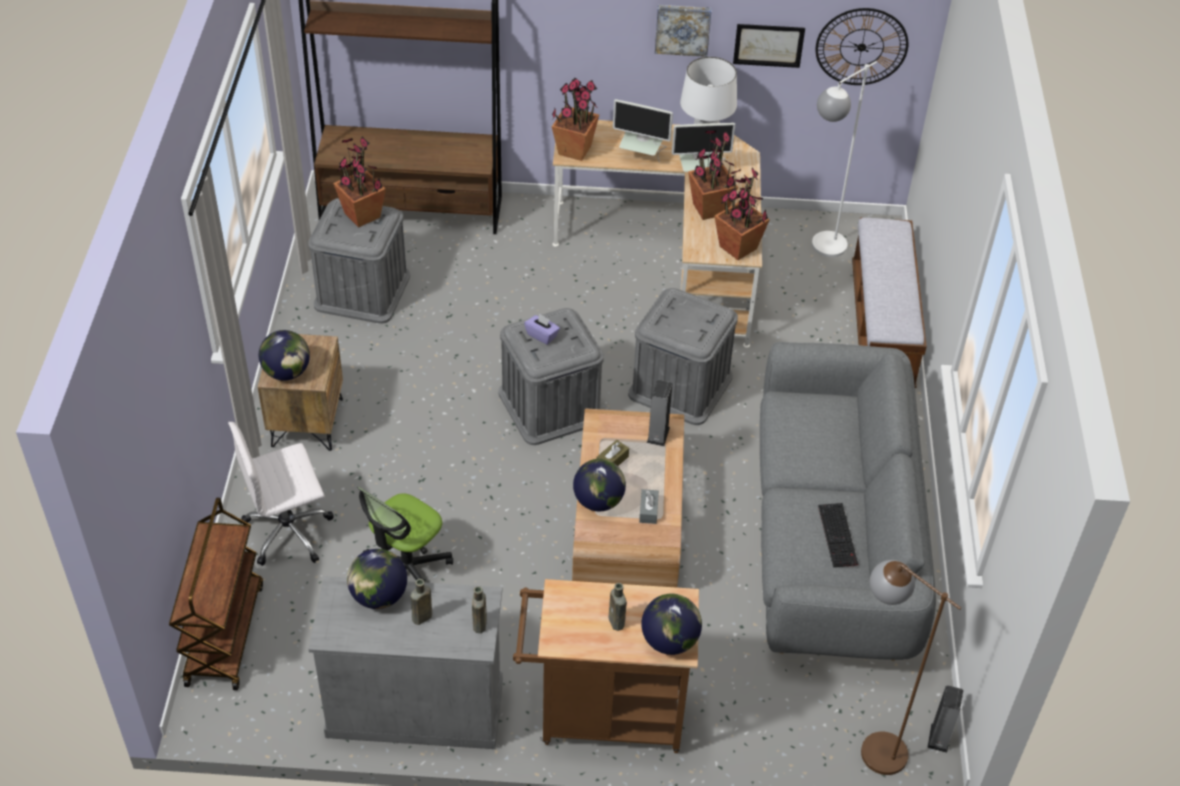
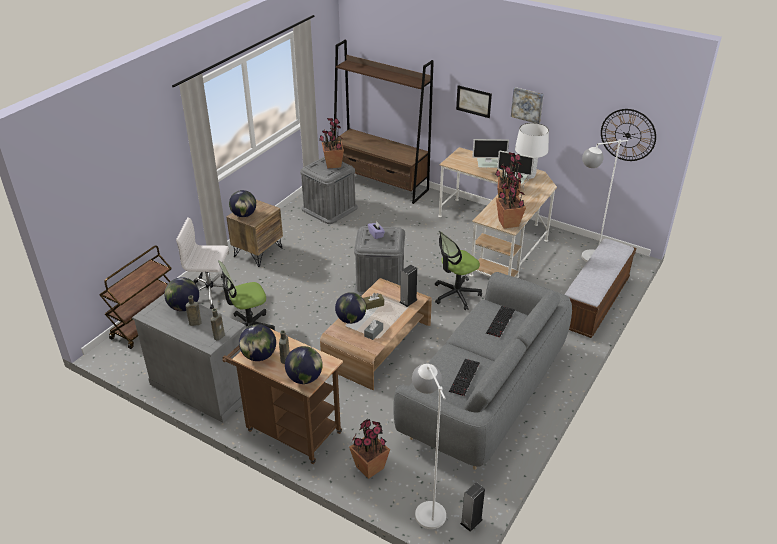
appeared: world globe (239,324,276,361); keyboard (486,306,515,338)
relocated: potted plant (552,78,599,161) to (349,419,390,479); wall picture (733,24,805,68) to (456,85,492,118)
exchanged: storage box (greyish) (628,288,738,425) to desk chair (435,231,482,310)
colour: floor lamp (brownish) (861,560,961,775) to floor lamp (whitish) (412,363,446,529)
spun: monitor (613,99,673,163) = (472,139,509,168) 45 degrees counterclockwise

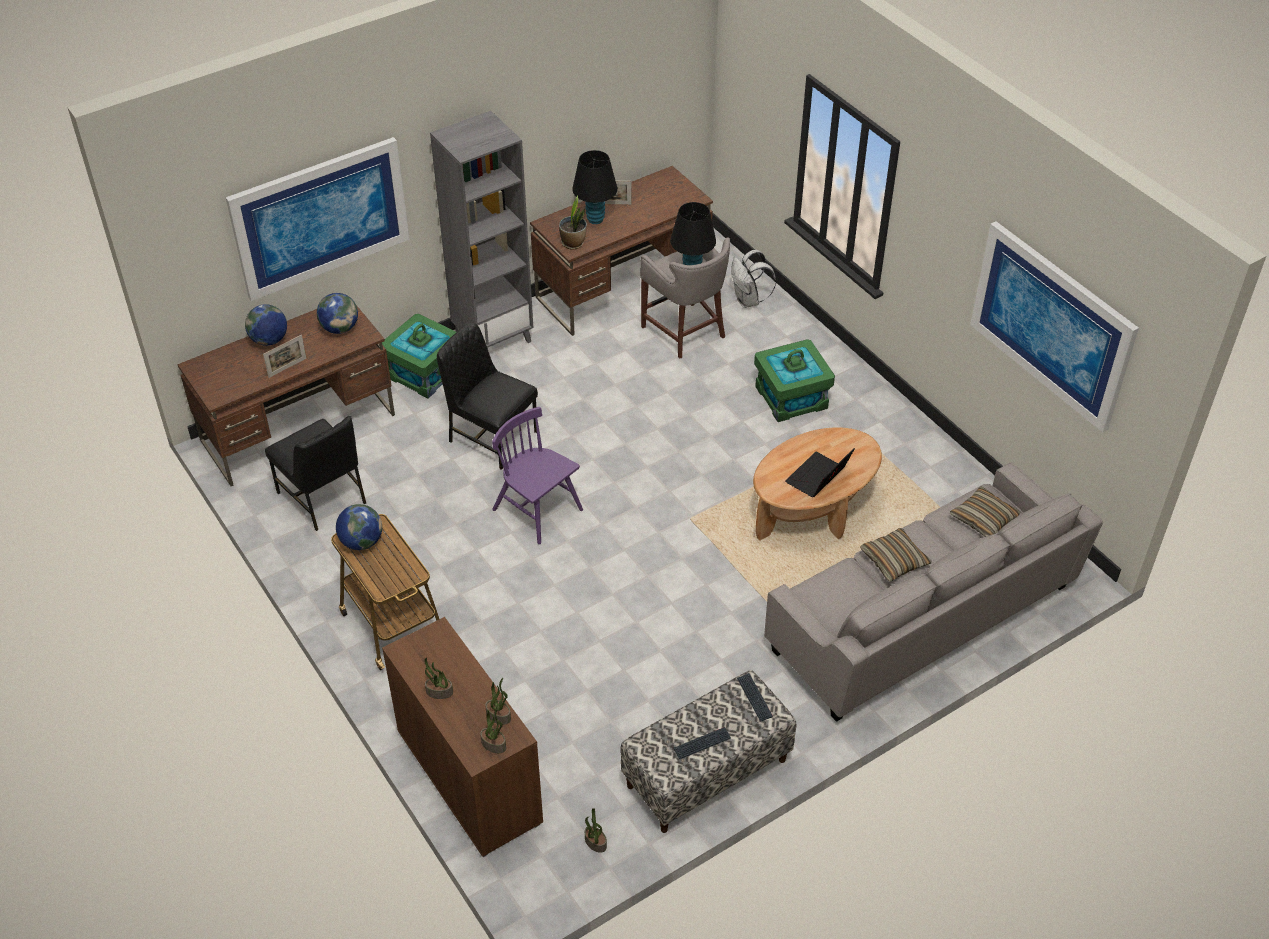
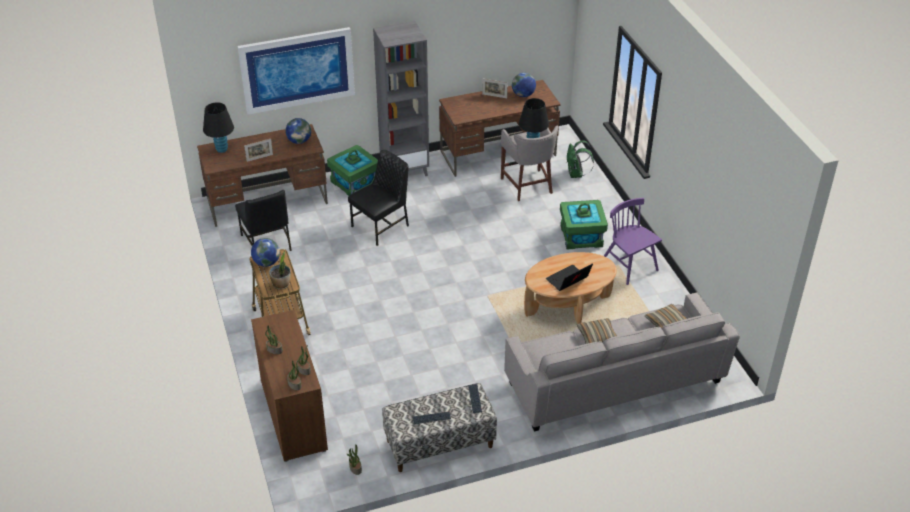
missing: wall picture (970,221,1139,433)
relocated: world globe (245,304,287,346) to (512,73,536,97); upright chair (purple) (492,407,583,544) to (604,198,662,285); potted plant (559,196,587,249) to (269,251,291,290); lamp for a table (black) (572,150,617,224) to (203,102,234,153)
colour: knapsack (whitish) (731,249,776,308) to knapsack (green-coloured) (567,140,594,178)
spun: upright chair (black) (437,323,538,470) = (348,150,409,246) 90 degrees clockwise

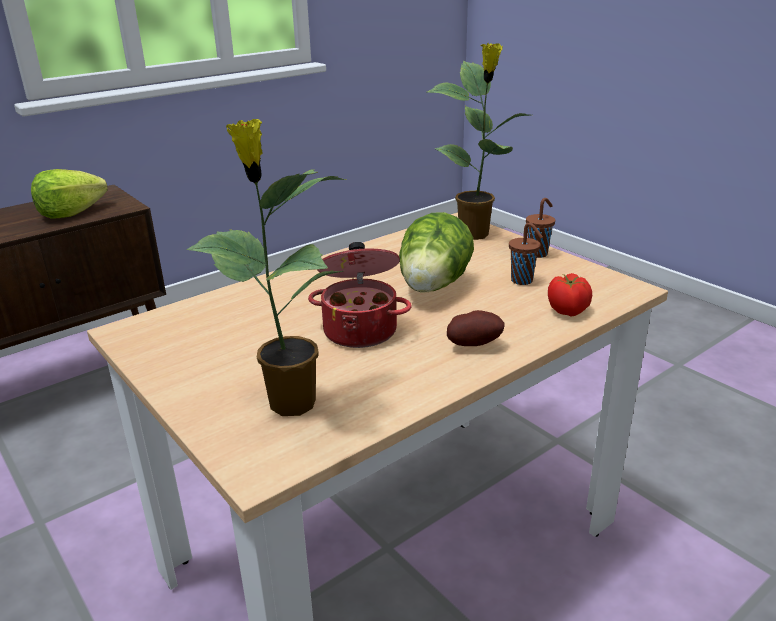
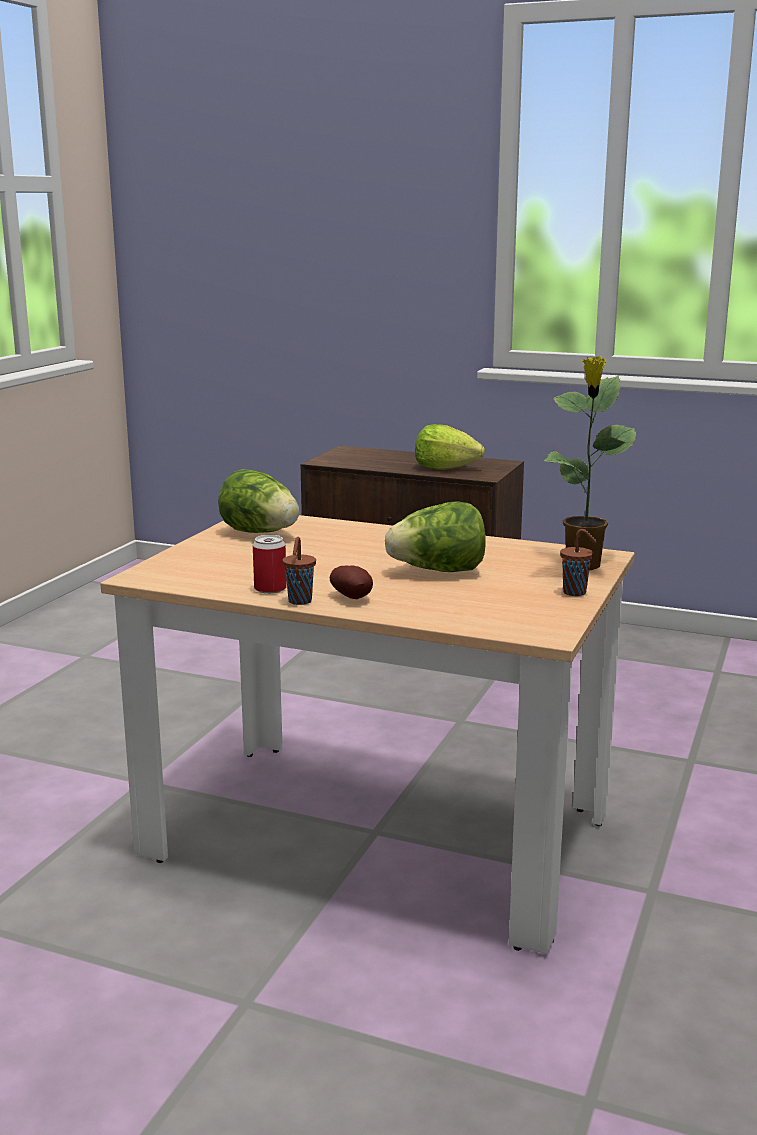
missing: potted plant (187,119,346,416); stockpot (308,242,411,348); fresh tomato (548,273,592,316)
appeared: head of lettuce (218,469,299,533); metal can (253,535,287,594)
relocated: drinking cup (brownish) (509,223,543,285) to (282,537,316,605)

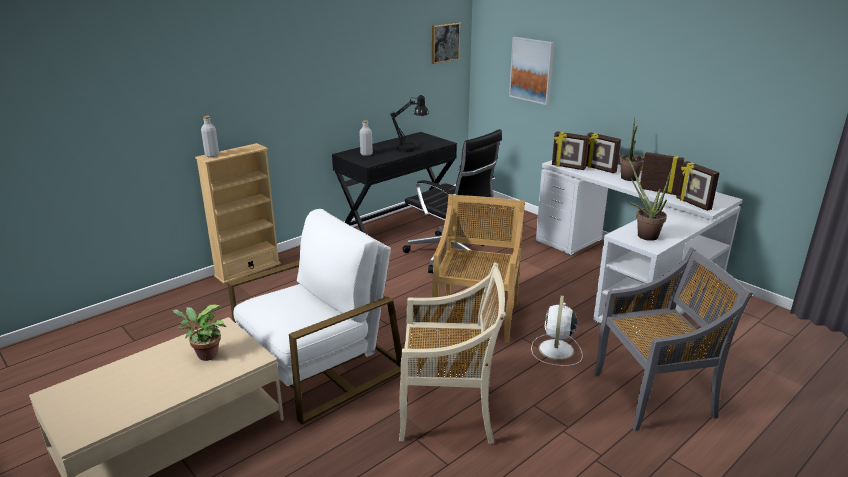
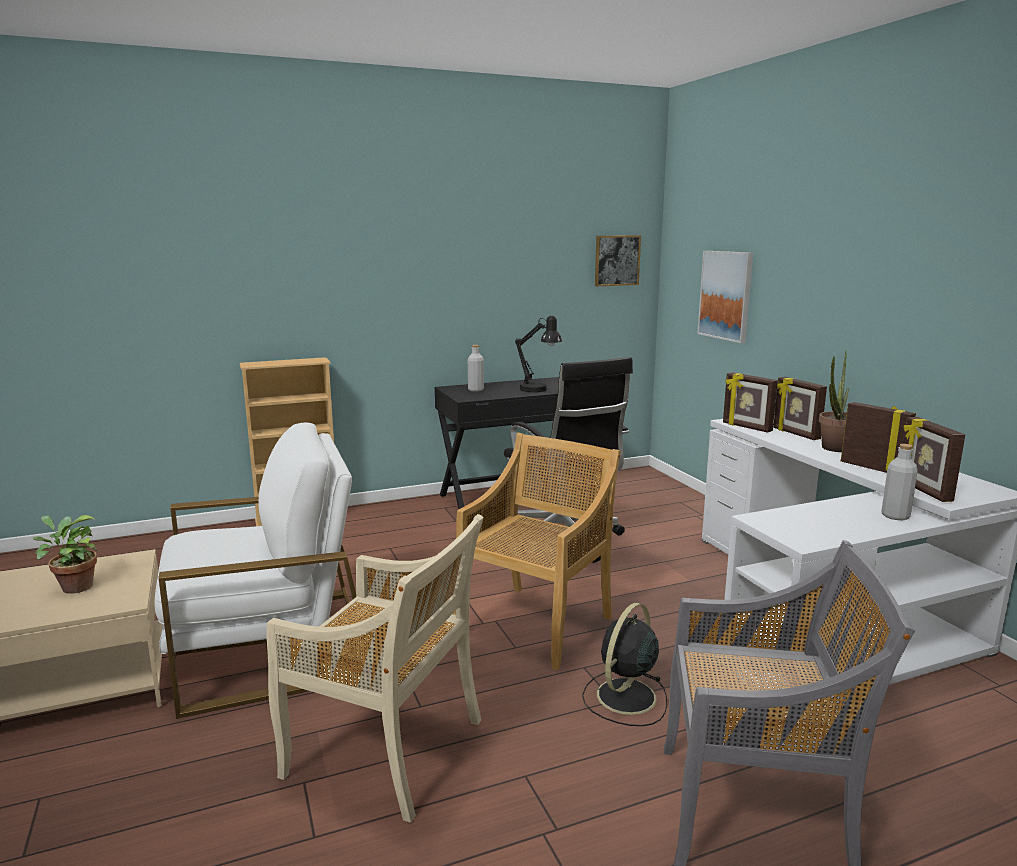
missing: potted plant (628,158,671,241)
relocated: bottle (greyish) (201,116,219,158) to (881,444,918,520)
colour: cooling fan (whitish) (531,295,583,366) to cooling fan (black) (582,603,667,726)

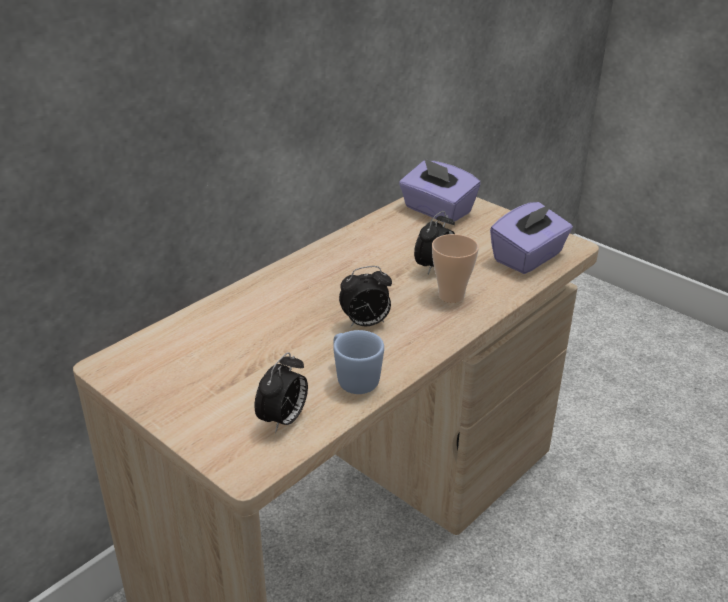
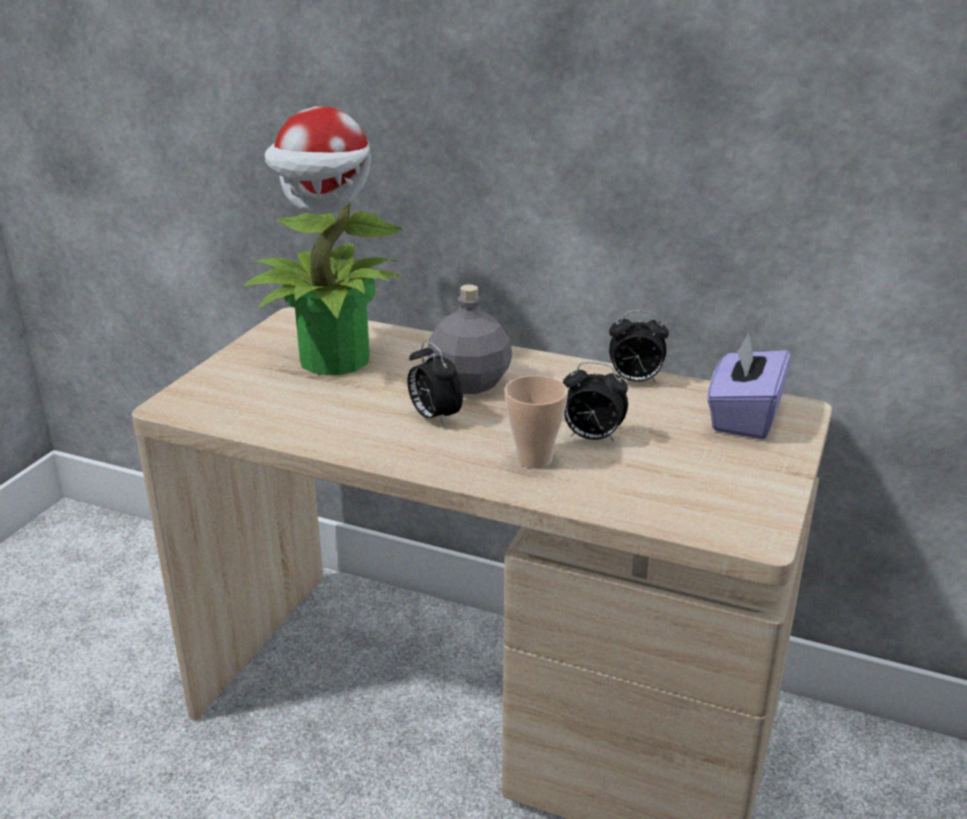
missing: coffee mug (blue-coloured) (333,330,384,394); tissue holder (purple) (490,202,573,274)
appeared: potted plant (242,106,404,375); bottle (greyish) (427,285,512,394)
relocated: alarm clock (254,352,308,433) to (609,310,669,383)

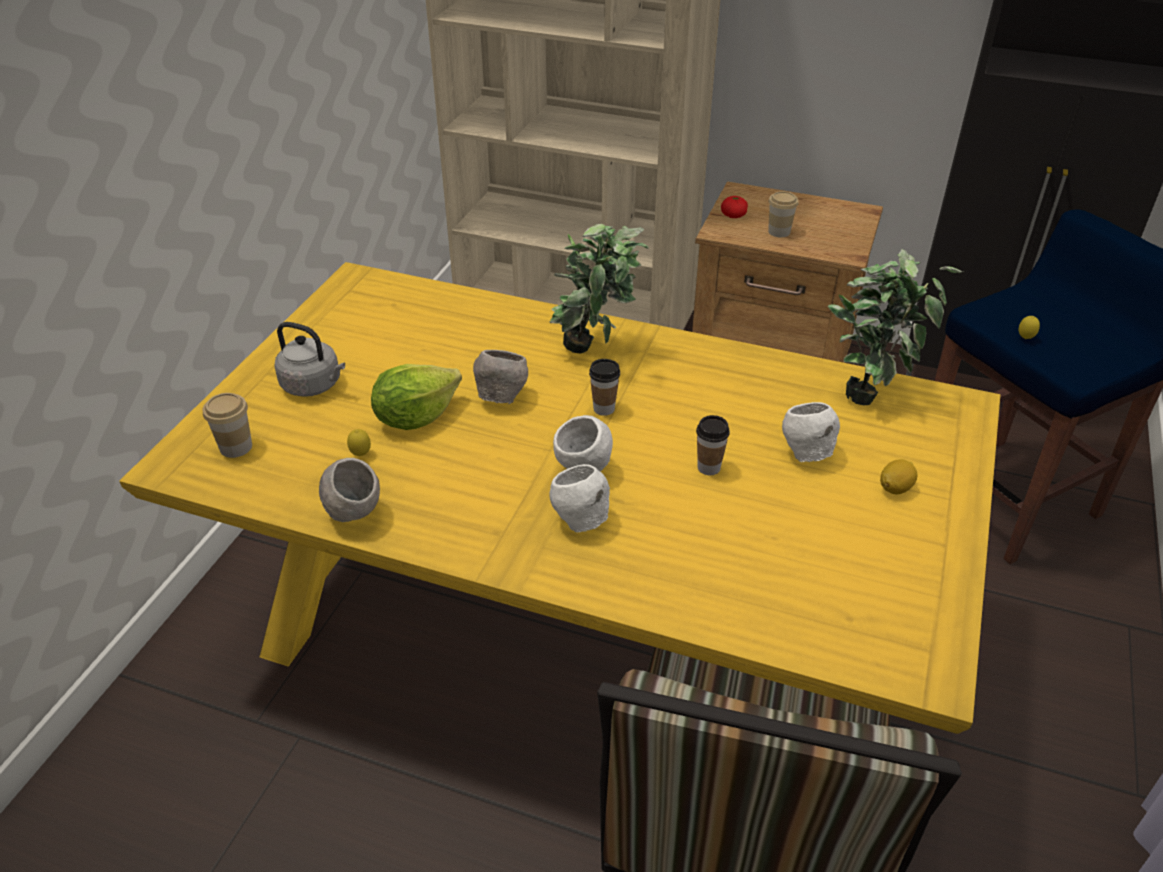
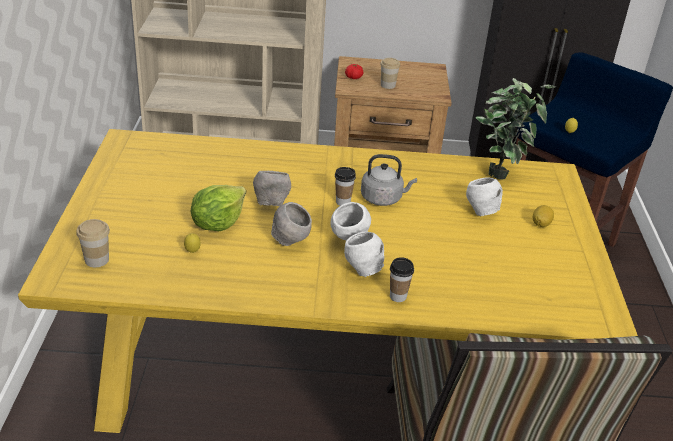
missing: potted plant (550,224,649,354)
relocated: tea kettle (greyish) (274,322,345,397) to (361,154,417,206); deep dish (greyish) (319,458,380,522) to (271,202,312,246); drinking cup (696,415,730,475) to (390,257,414,302)

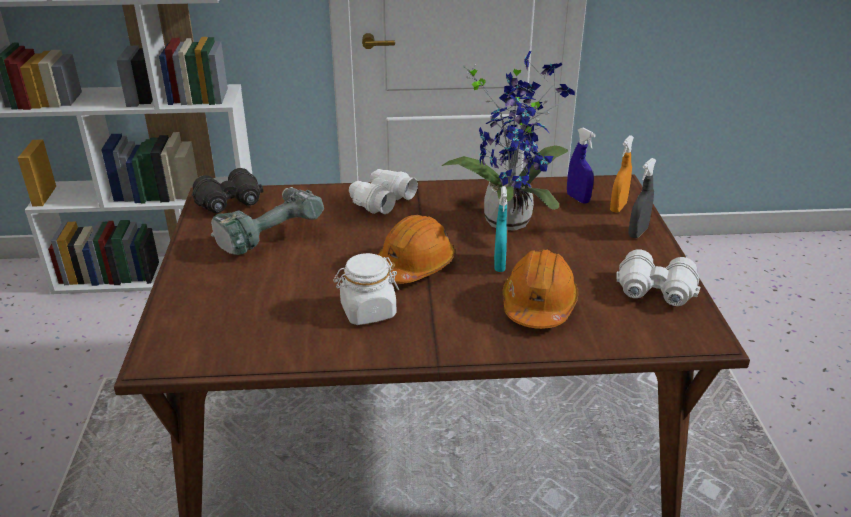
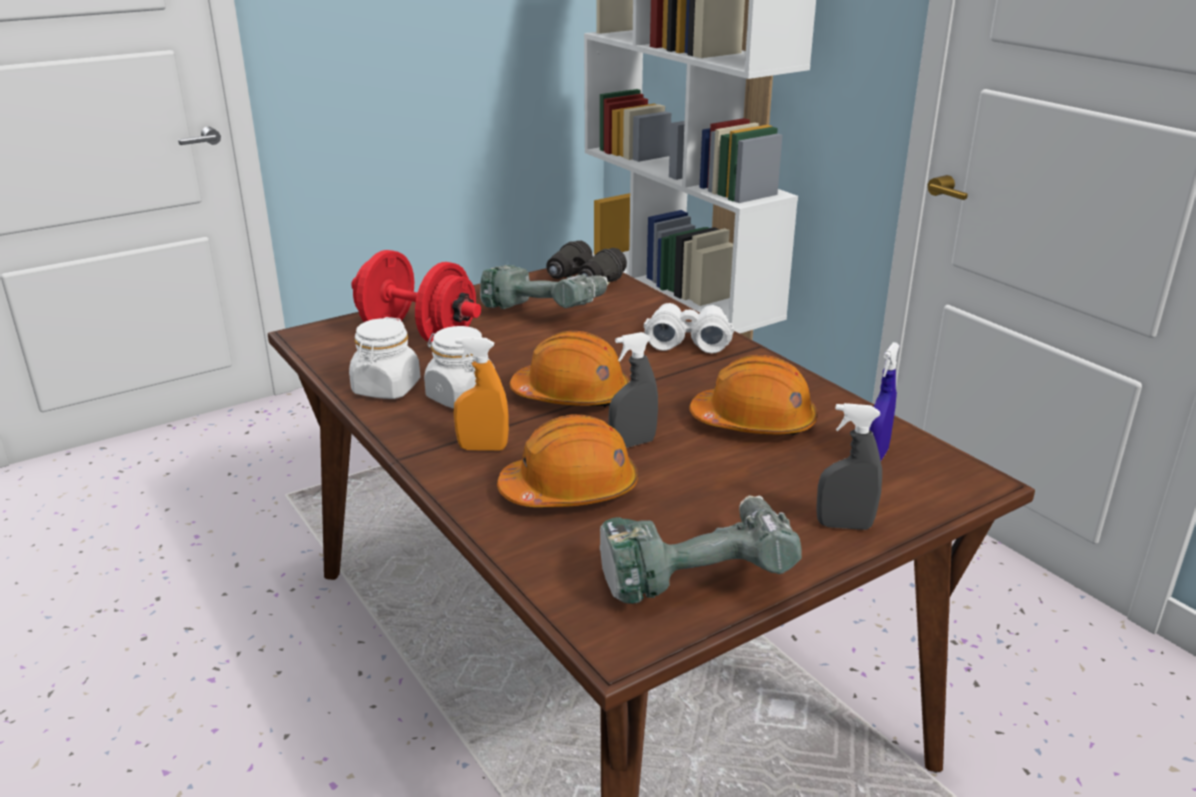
appeared: storage jar (whitish) (349,317,421,399); dumbbell (red-coloured) (351,250,481,342)
relocated: hand sprayer (orangey) (610,135,634,213) to (454,337,509,450)
exchanged: potted plant (442,51,575,230) to hard hat (orangey) (689,355,817,435); field glasses (whitish) (616,249,700,306) to drill (600,495,802,604)
colour: hand sprayer (blue-green) (494,186,507,272) to hand sprayer (greyish) (608,332,658,448)

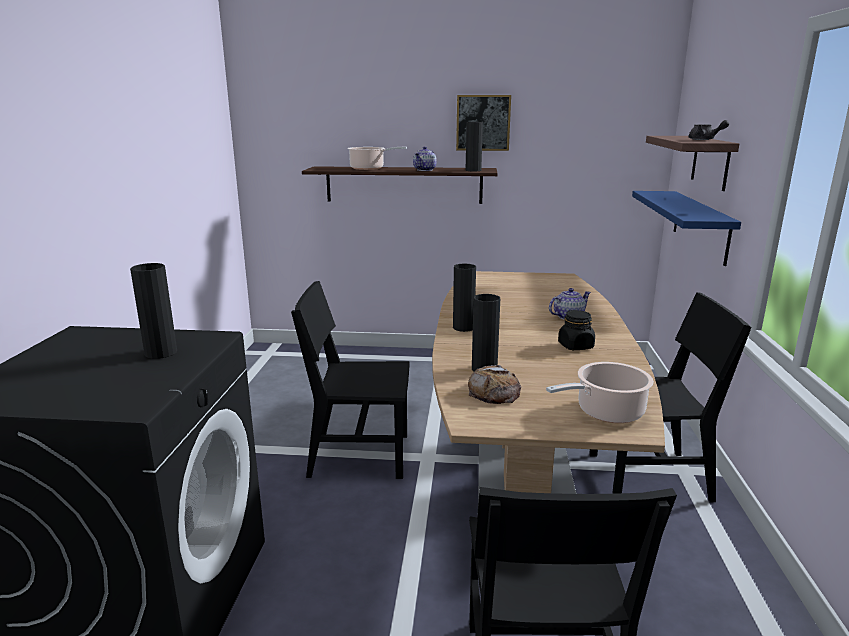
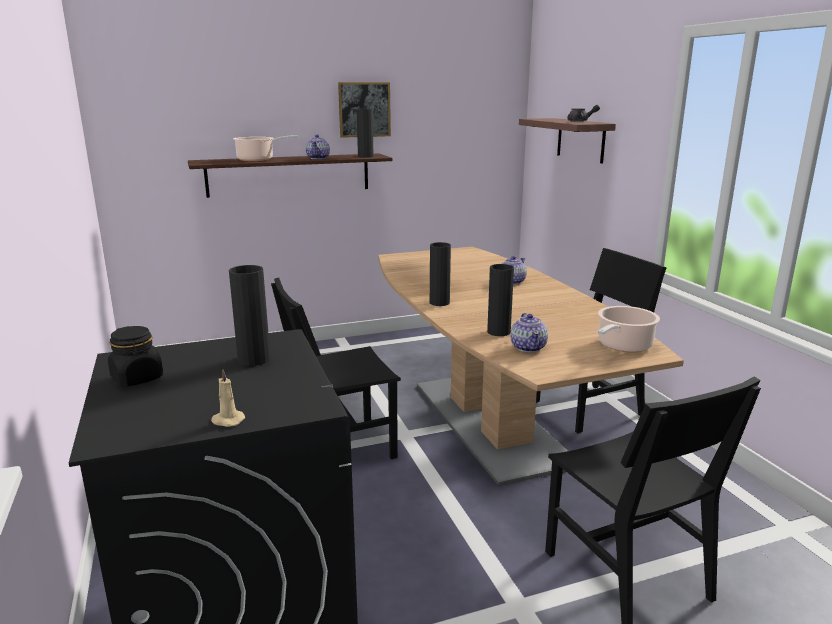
missing: wall shelf (blue-coloured) (632,191,741,266)
appeared: candle (beige) (211,369,245,427)
relocated: storage jar (black) (558,310,595,350) to (108,326,163,387)
exchanged: baked bread (468,365,521,404) to tea pot (511,313,548,352)

